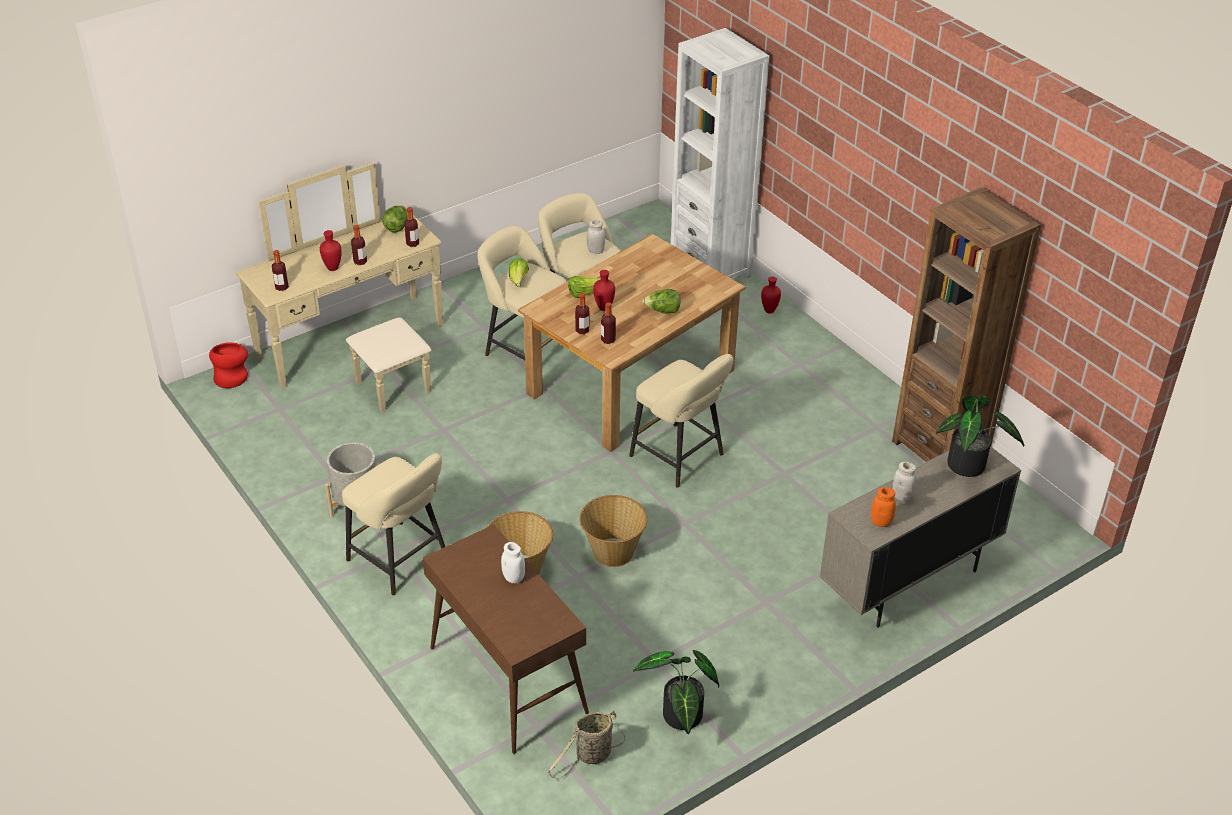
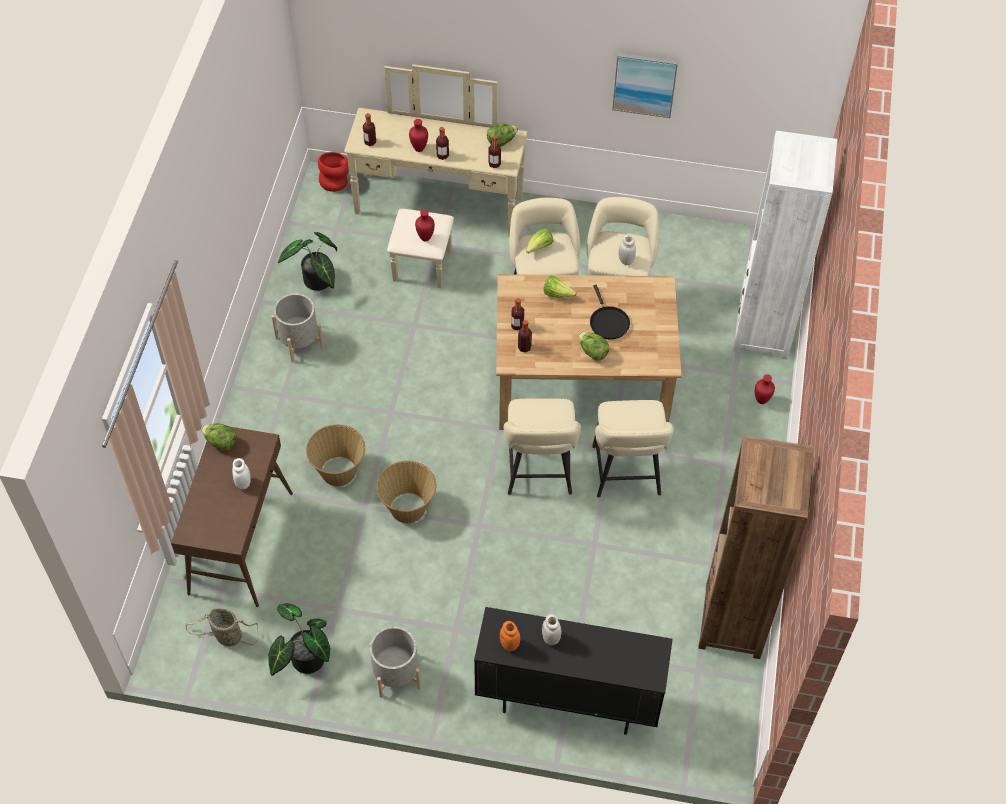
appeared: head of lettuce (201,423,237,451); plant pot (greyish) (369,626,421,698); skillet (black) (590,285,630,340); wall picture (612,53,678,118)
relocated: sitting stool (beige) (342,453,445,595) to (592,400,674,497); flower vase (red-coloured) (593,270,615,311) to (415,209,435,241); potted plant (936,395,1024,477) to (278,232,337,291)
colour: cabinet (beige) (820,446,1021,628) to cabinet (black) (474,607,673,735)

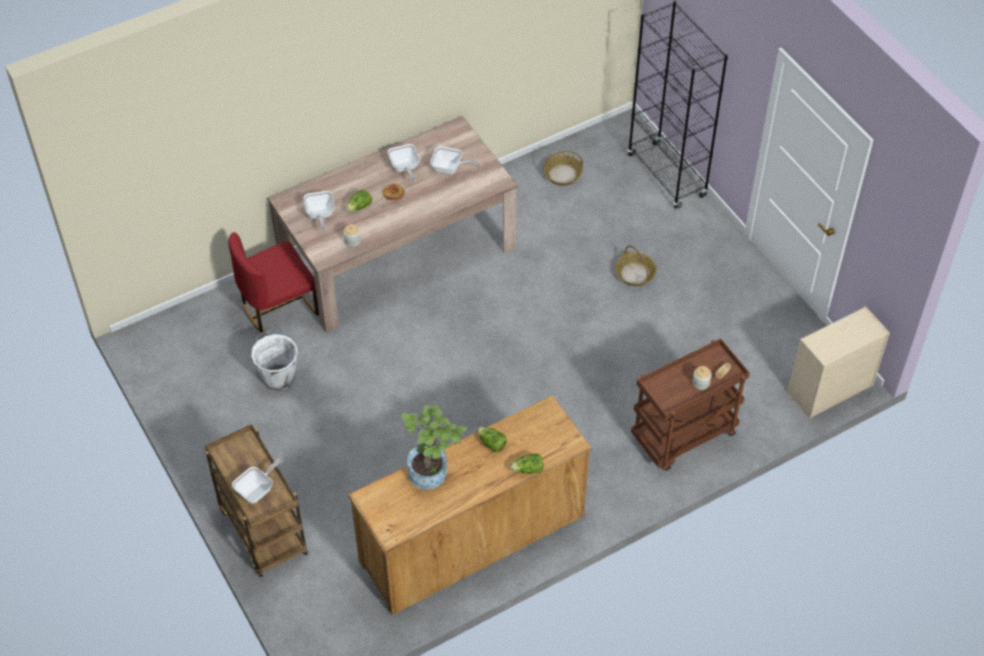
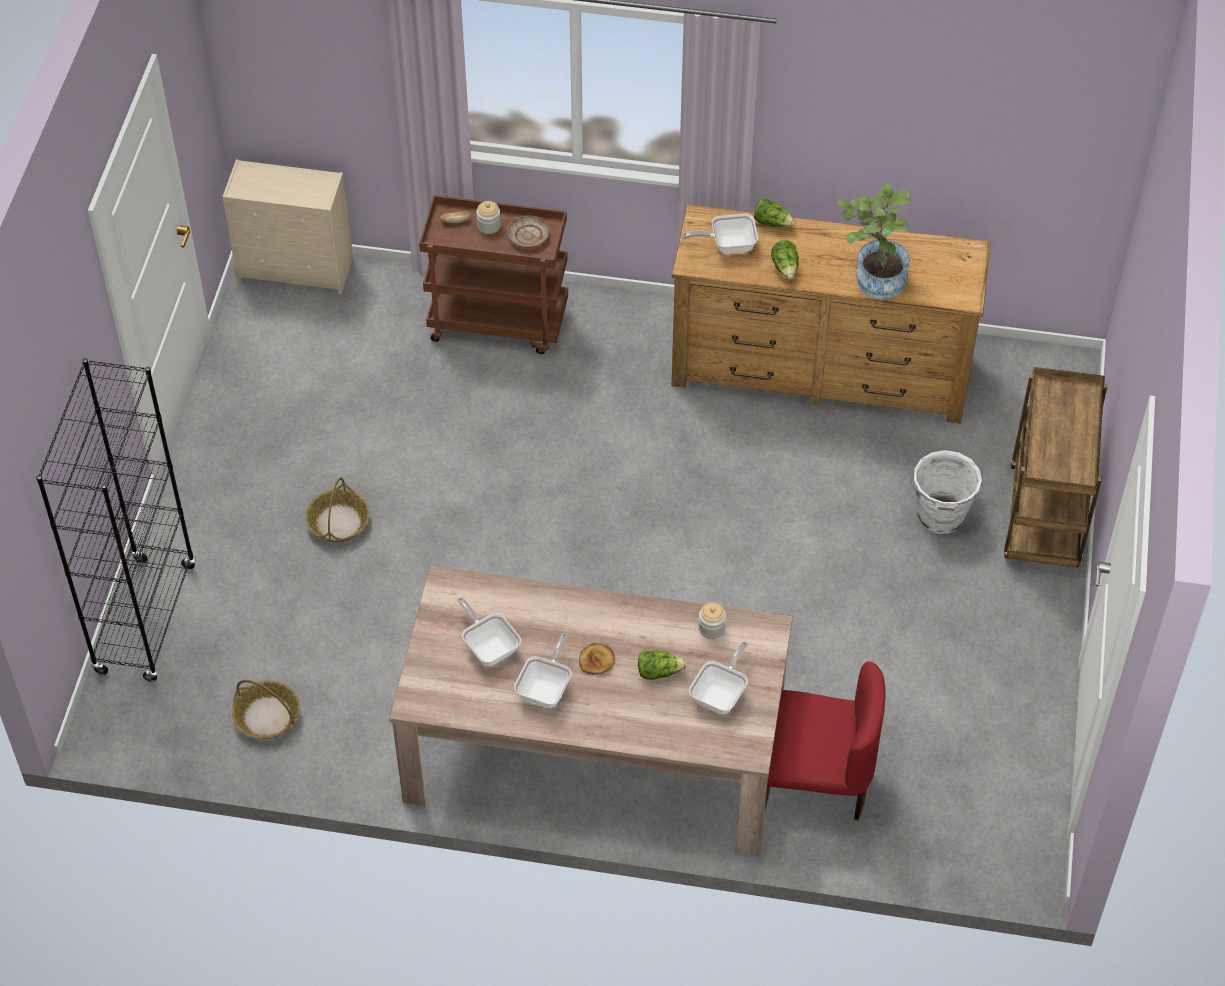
appeared: dinner plate (beige) (507,216,550,248)
relocated: skillet (232,458,283,503) to (682,214,758,254); bucket (whitish) (250,332,298,391) to (910,450,984,534)

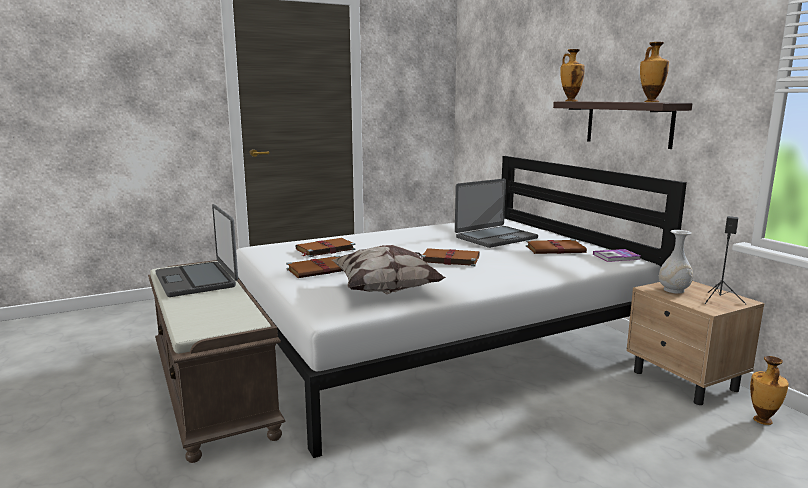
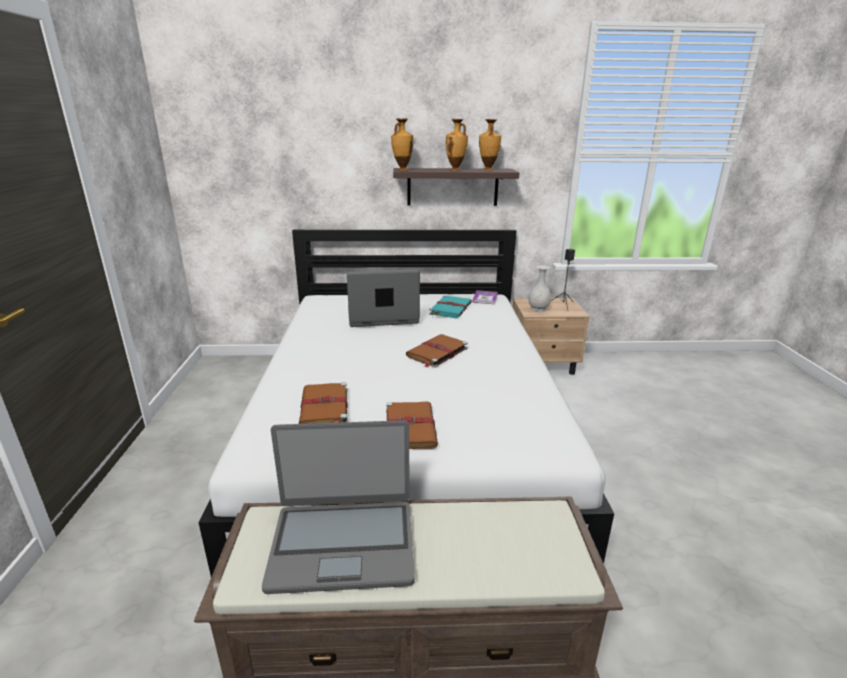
missing: pillow (332,245,446,294)
relocated: flower vase (750,356,789,425) to (446,119,468,171)
colour: book (brownish) (526,239,587,254) to book (blue-green) (429,295,472,318)
spun: notebook computer (455,179,538,248) = (347,269,420,327) 90 degrees counterclockwise

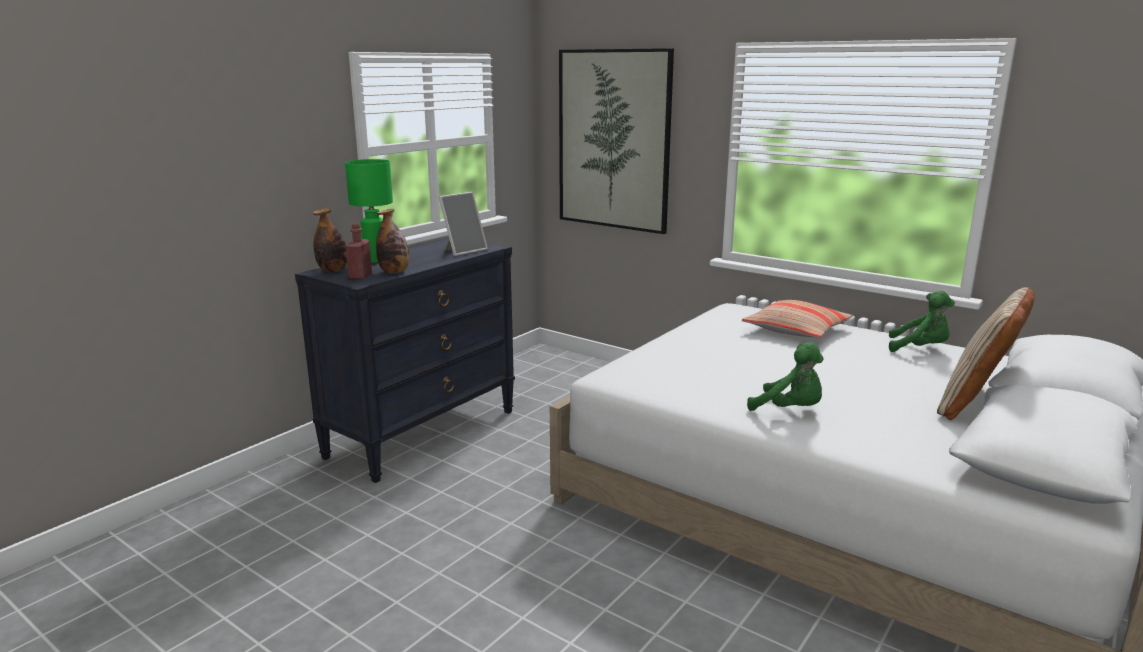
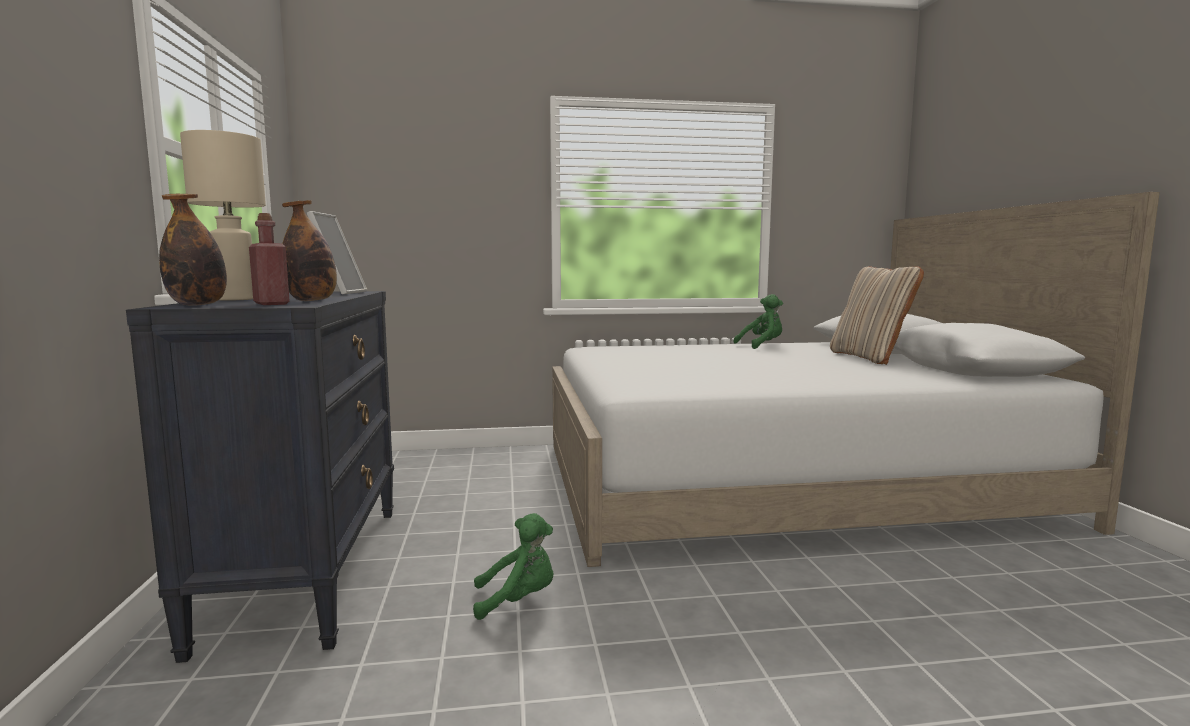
missing: wall picture (559,48,674,234); pillow (742,300,853,338)
relocated: soft toy (green-coloured) (747,342,824,411) to (473,513,553,620)
colour: lamp for a table (green-coloured) (345,159,393,263) to lamp for a table (beige) (180,130,266,301)

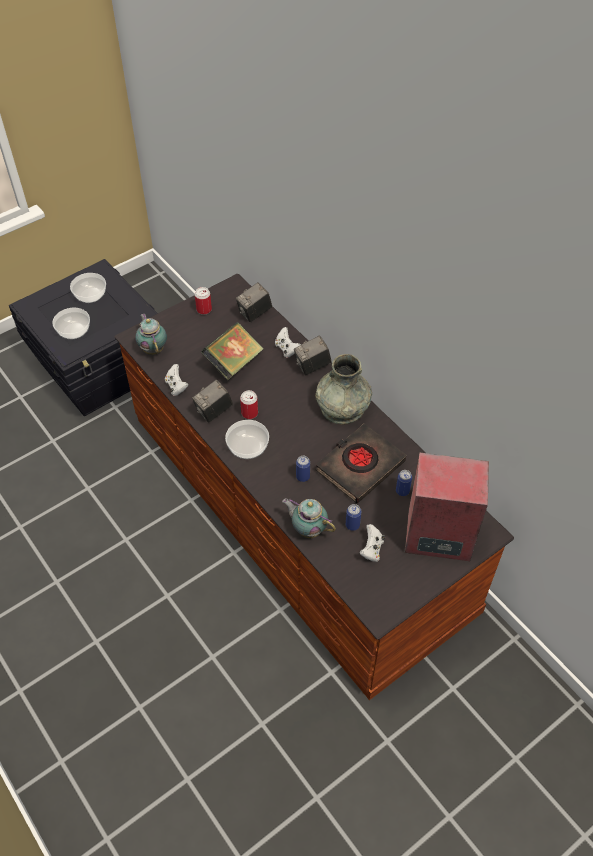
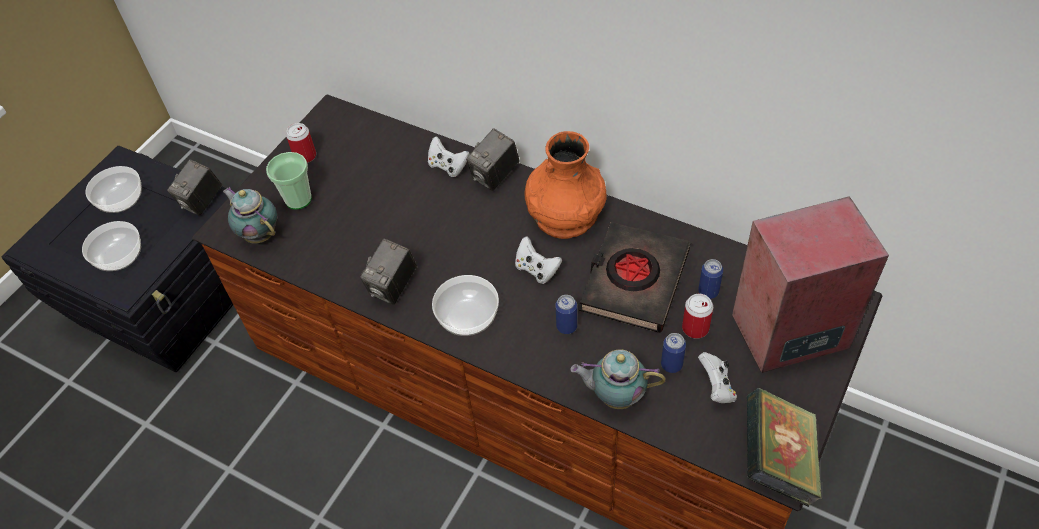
appeared: drinking cup (266,152,312,210)
relocated: joypad (whitish) (165,364,189,396) to (515,236,562,284); book (201,322,264,381) to (747,388,822,507); still camera (236,282,272,322) to (167,159,222,216); metal can (240,390,258,419) to (682,294,713,339)
colour: flower vase (greyish) (315,354,372,425) to flower vase (orangey) (525,131,606,239)

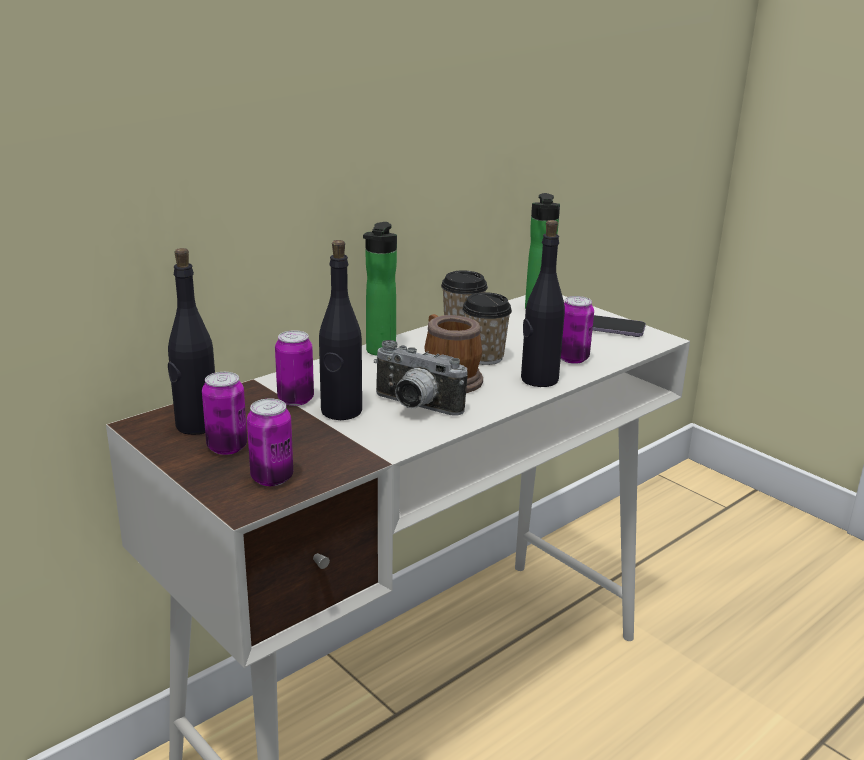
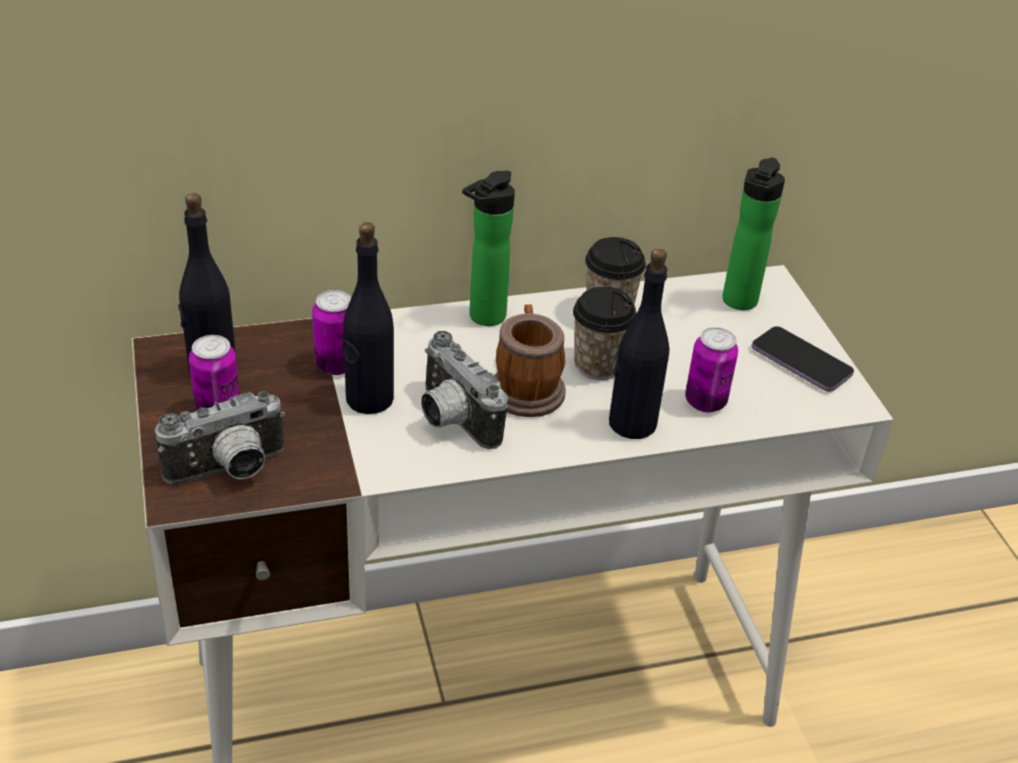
exchanged: metal can (247,399,293,486) to still camera (155,391,286,484)

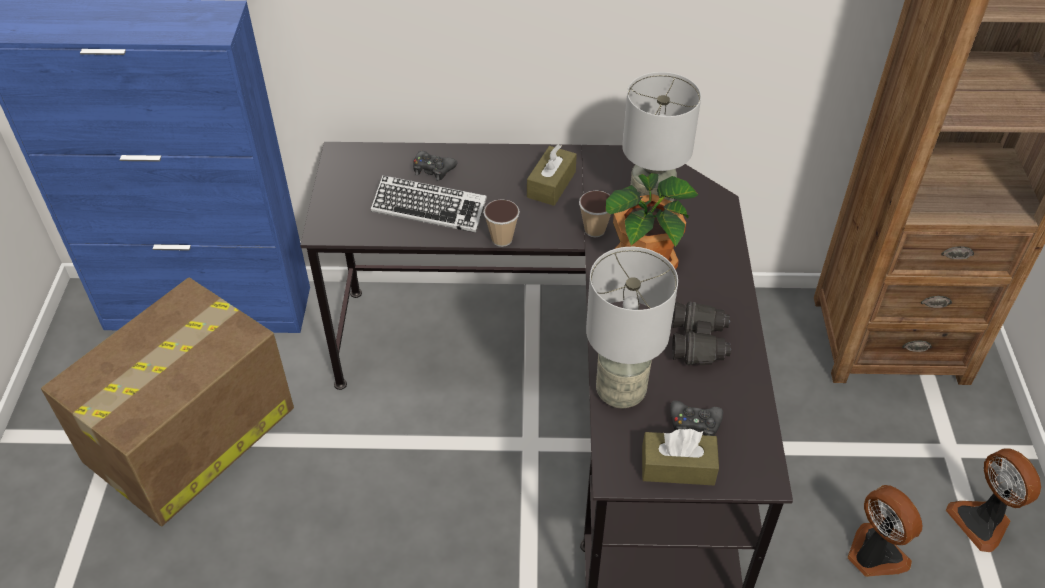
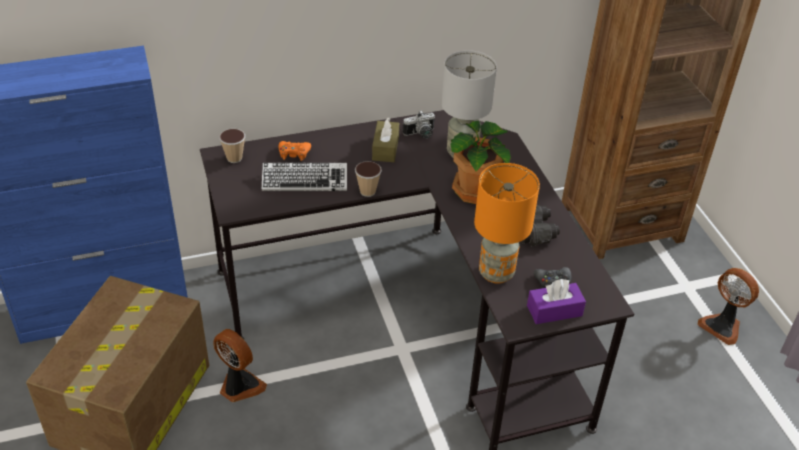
appeared: still camera (402,111,435,139)
relocated: drinking cup (579,190,611,237) to (219,129,245,163); cooling fan (847,485,922,577) to (213,329,267,402)
colour: joypad (black) (413,151,457,181) to joypad (orangey) (278,141,311,161); lamp for a table (greyish) (586,247,678,408) to lamp for a table (orangey) (474,163,540,284); tissue holder (brownish) (642,429,719,485) to tissue holder (purple) (527,279,586,324)

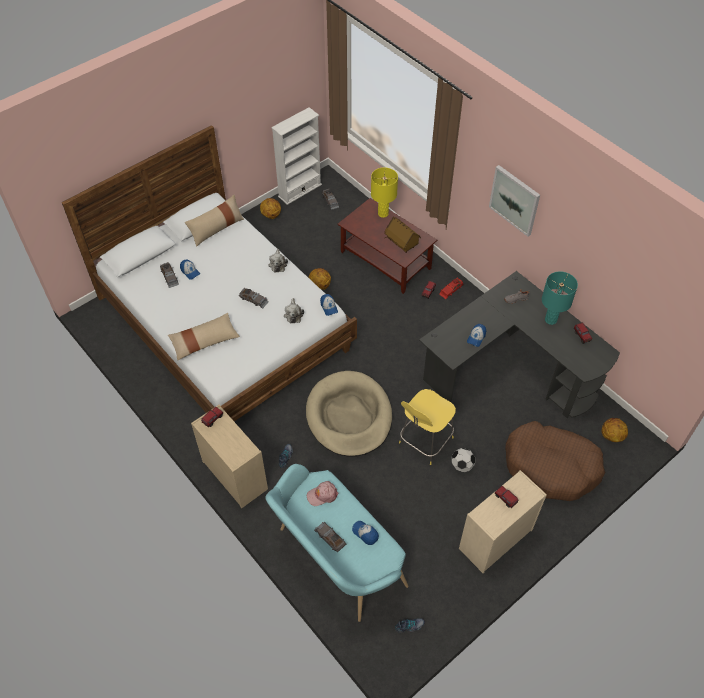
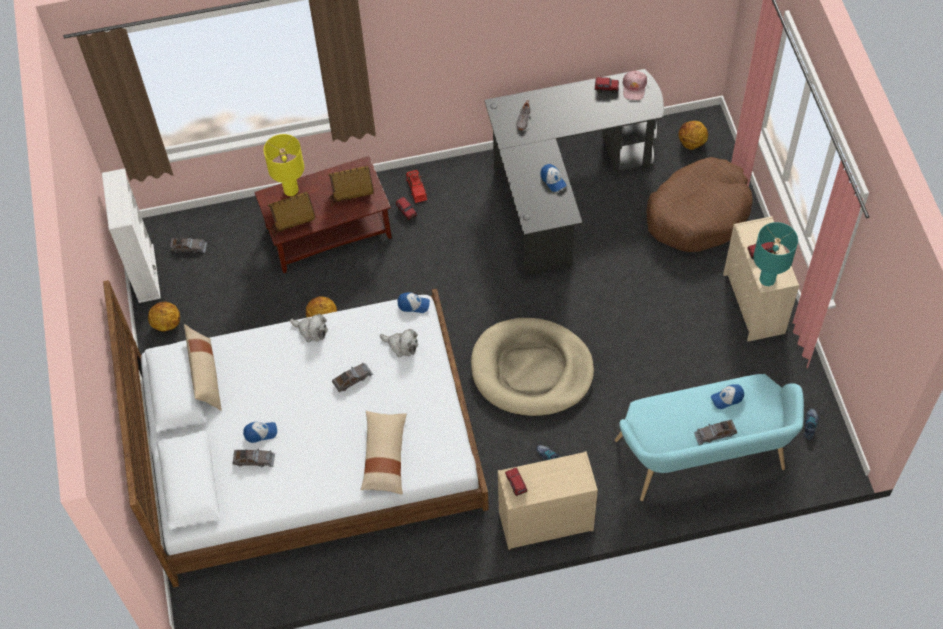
missing: sitting stool (yellow) (399,389,456,465); football (451,448,475,472); wall picture (489,165,540,237)
appeared: toy house (268,192,316,238)
relocated: peaked cap (pinkish) (307,481,338,506) to (623,71,647,100); lamp for a table (blue-green) (542,271,578,325) to (753,222,798,286)

